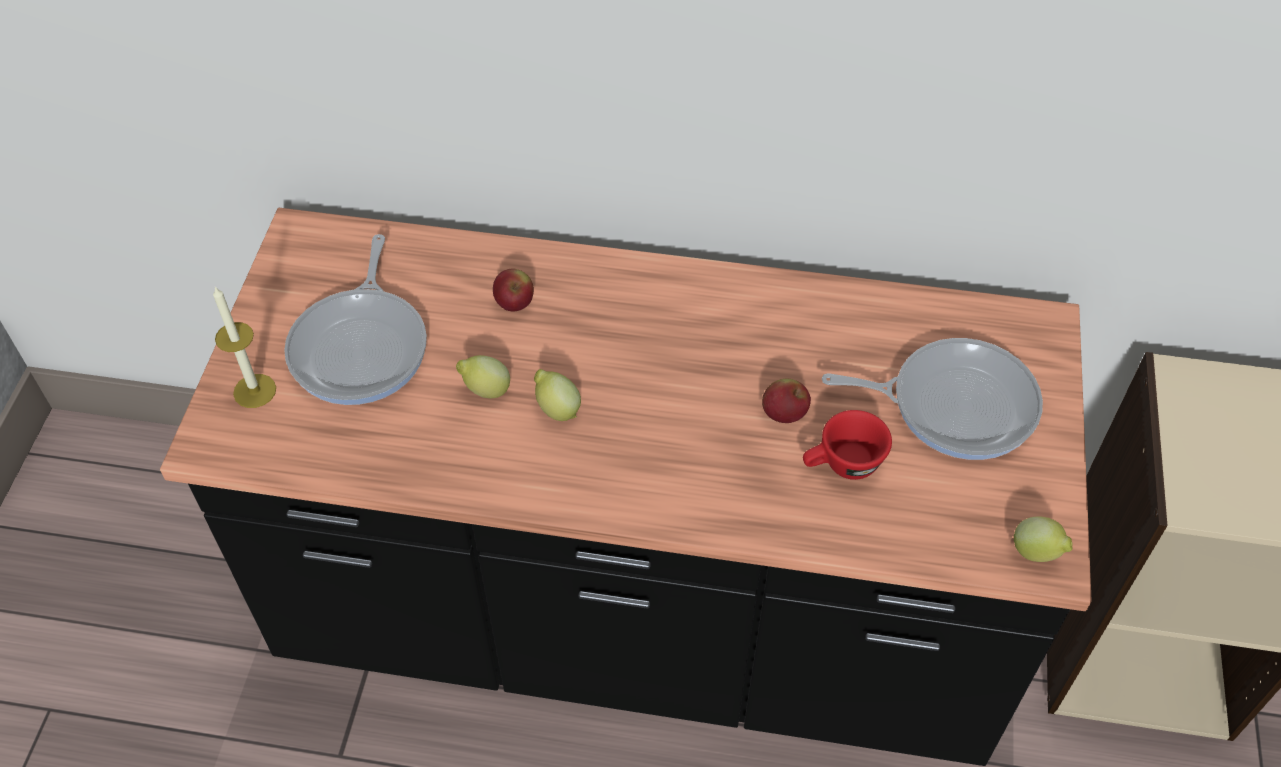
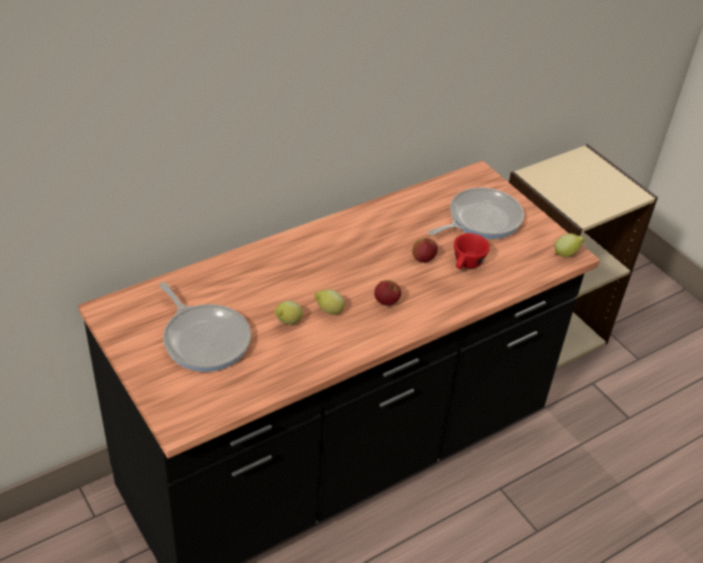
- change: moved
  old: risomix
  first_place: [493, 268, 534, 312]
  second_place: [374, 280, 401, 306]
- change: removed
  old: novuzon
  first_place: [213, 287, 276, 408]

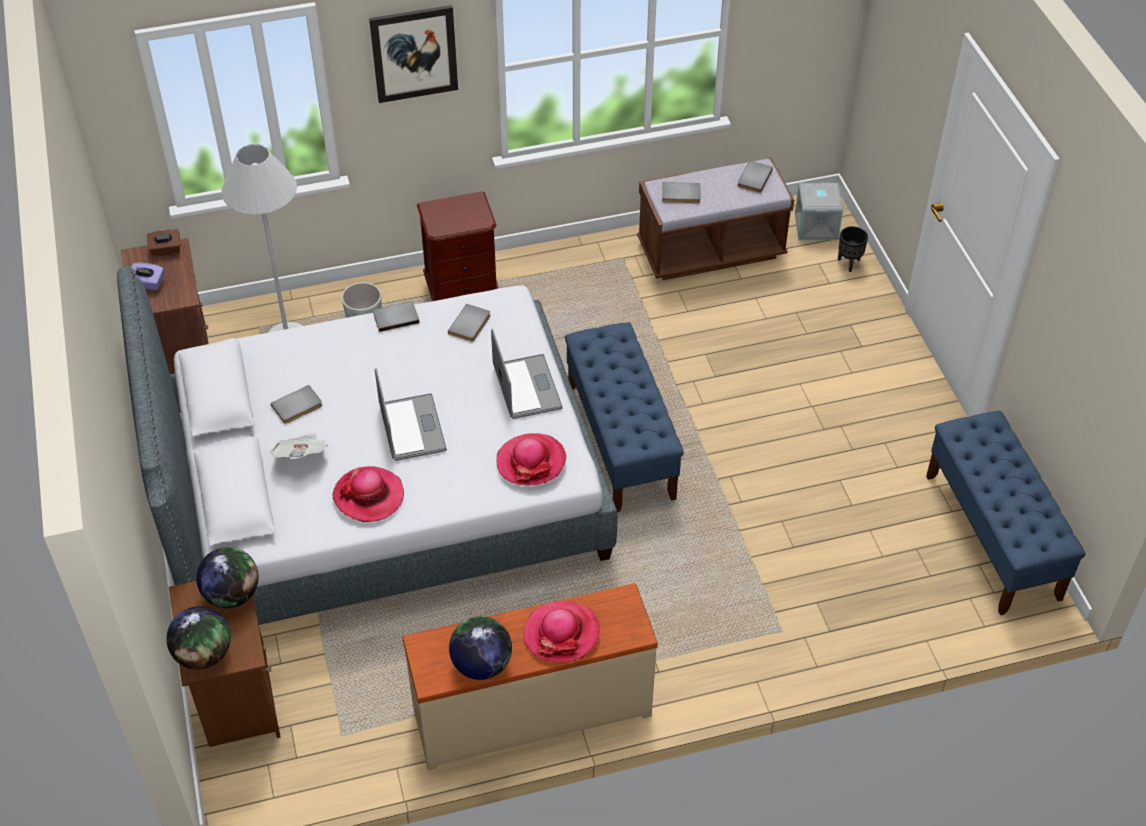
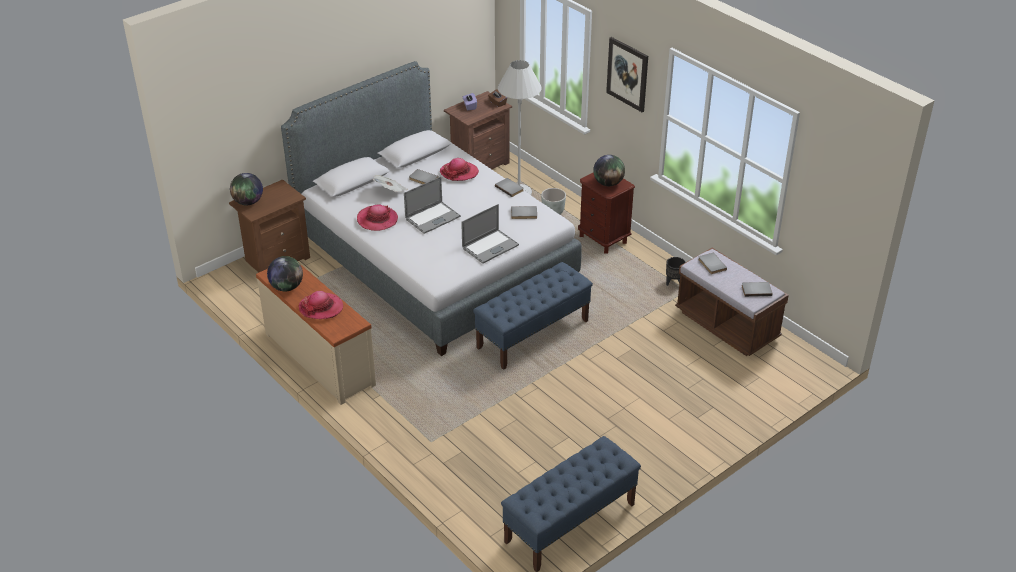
- change: moved
  old: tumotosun
  first_place: [497, 433, 566, 486]
  second_place: [440, 158, 479, 181]
- change: moved
  old: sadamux
  first_place: [196, 547, 259, 608]
  second_place: [593, 155, 625, 186]
- change: moved
  old: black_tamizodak
  first_place: [838, 226, 868, 272]
  second_place: [666, 257, 686, 286]
- change: removed
  old: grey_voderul
  first_place: [795, 181, 843, 240]

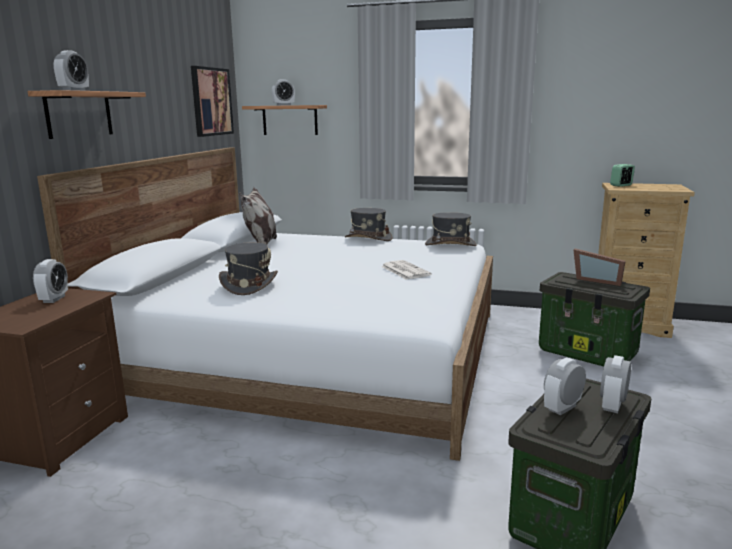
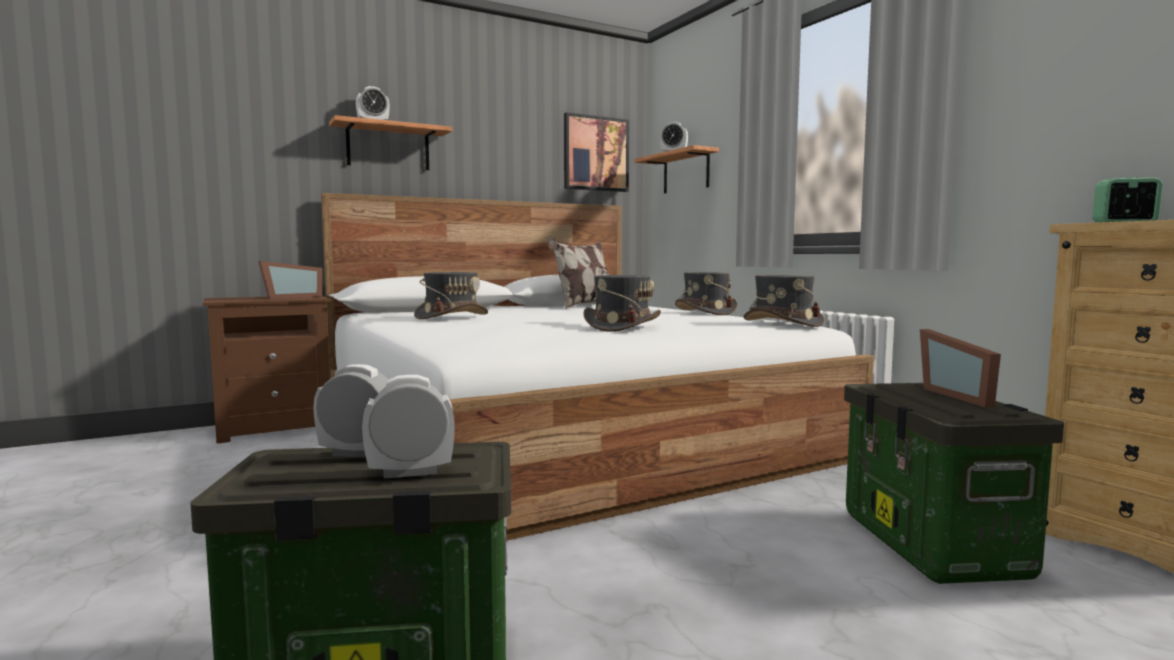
- change: replaced
  old: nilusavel
  new: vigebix
  first_place: [33, 259, 68, 303]
  second_place: [258, 261, 322, 299]
- change: replaced
  old: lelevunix
  new: grey_tumotosun
  first_place: [381, 260, 432, 280]
  second_place: [583, 275, 661, 332]

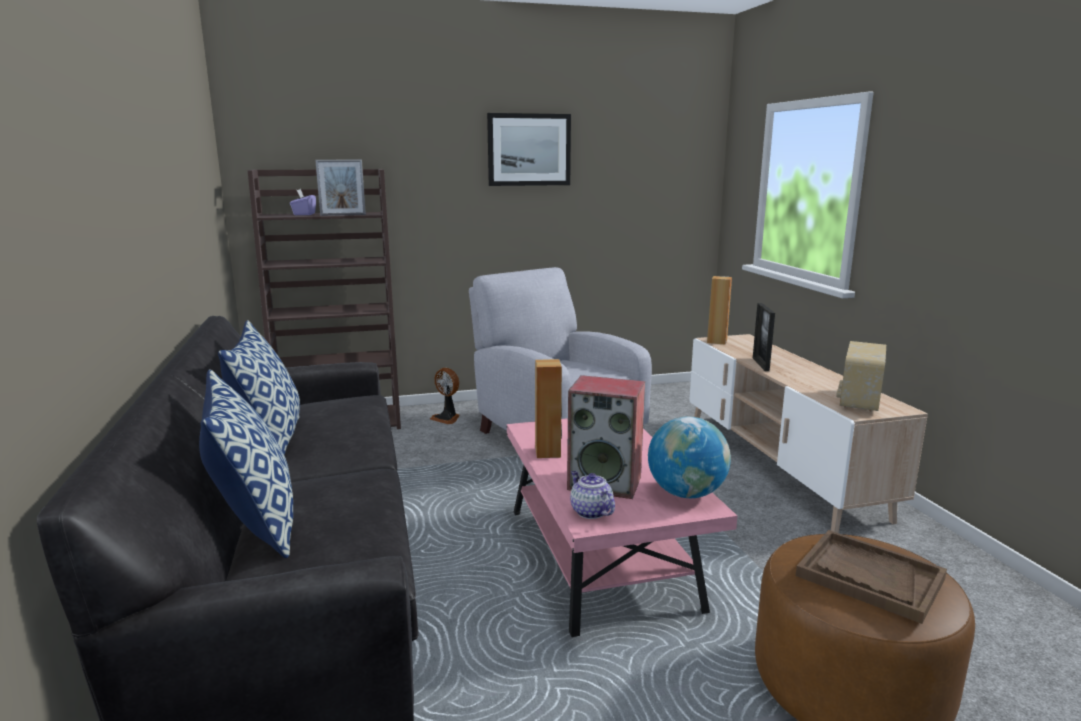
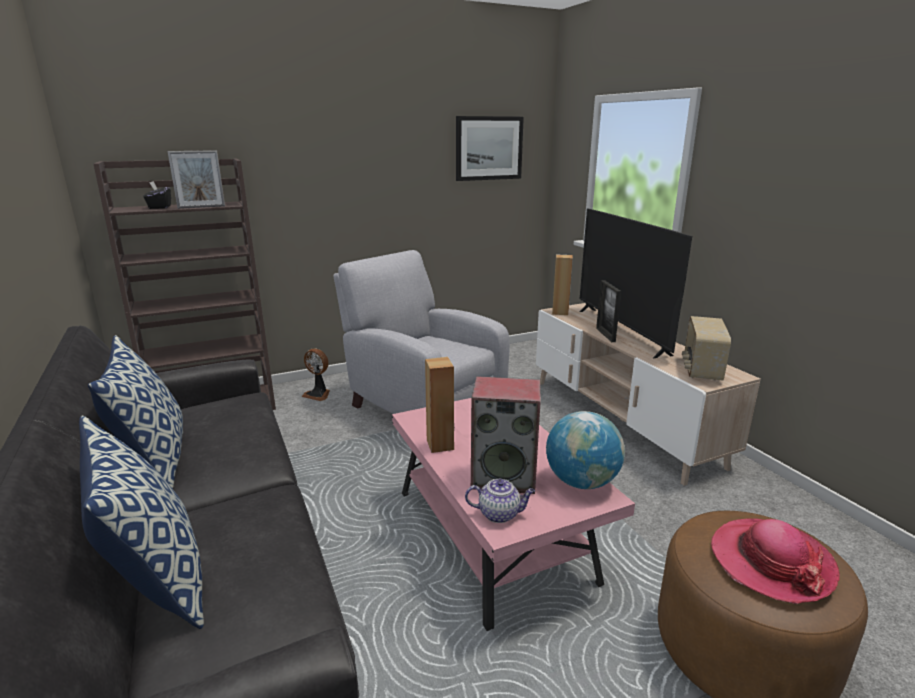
- change: recoloured
  old: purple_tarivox
  new: black_tarivox
  first_place: [290, 189, 316, 215]
  second_place: [143, 181, 171, 209]
- change: moved
  old: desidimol
  first_place: [487, 113, 571, 186]
  second_place: [456, 116, 524, 181]
- change: turned
  old: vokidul
  first_place: [570, 471, 615, 519]
  second_place: [465, 479, 535, 523]
  degrees: 135
- change: added
  new: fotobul
  second_place: [579, 208, 692, 358]
- change: replaced
  old: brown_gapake
  new: tumotosun
  first_place: [795, 530, 947, 624]
  second_place: [711, 518, 840, 604]

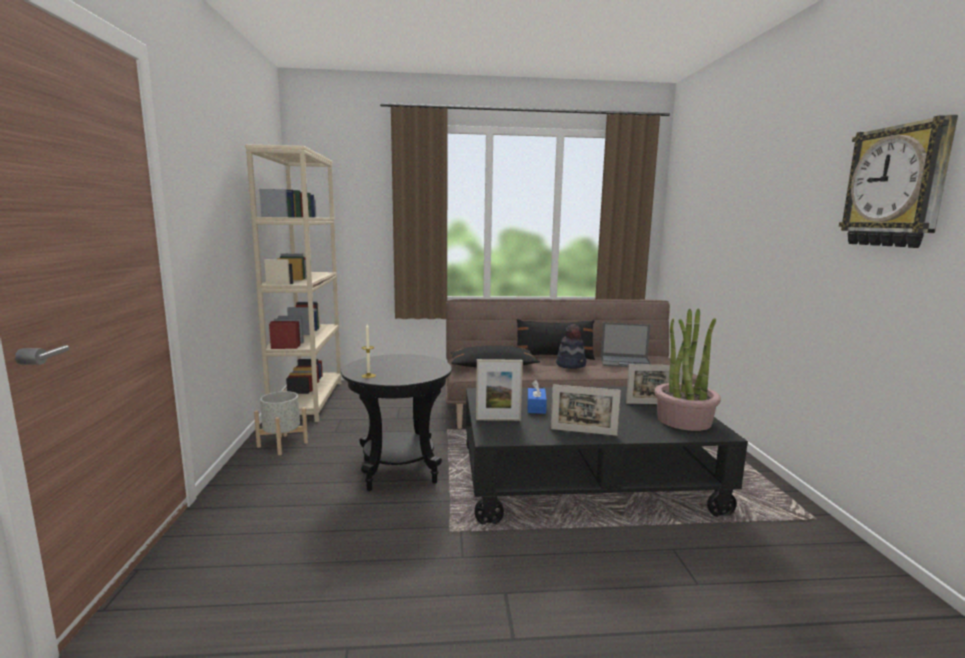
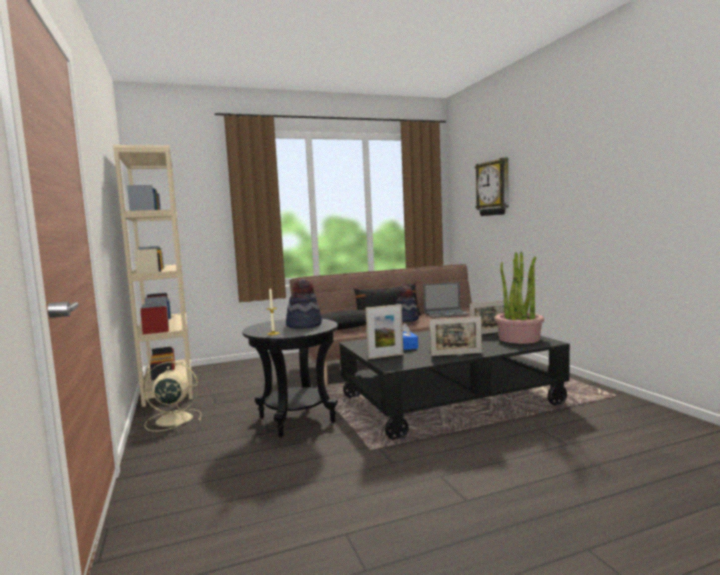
- change: replaced
  old: grey_tamizodak
  new: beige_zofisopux
  first_place: [254, 391, 308, 455]
  second_place: [143, 361, 201, 431]
- change: added
  new: tumotosun
  second_place: [286, 279, 322, 329]
- change: moved
  old: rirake
  first_place: [839, 115, 958, 248]
  second_place: [475, 157, 509, 216]

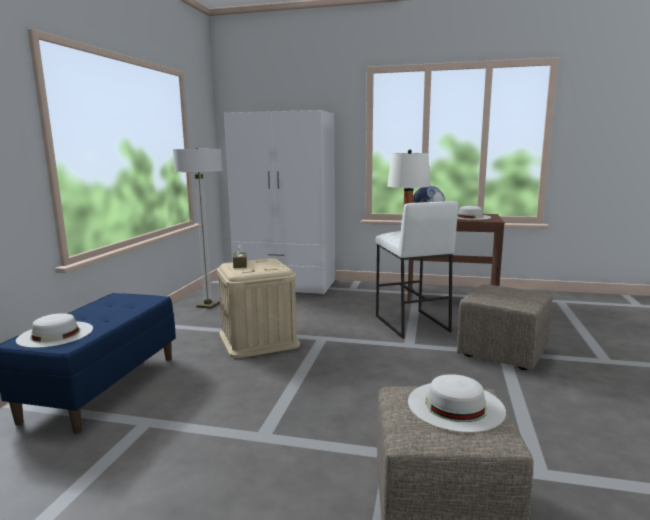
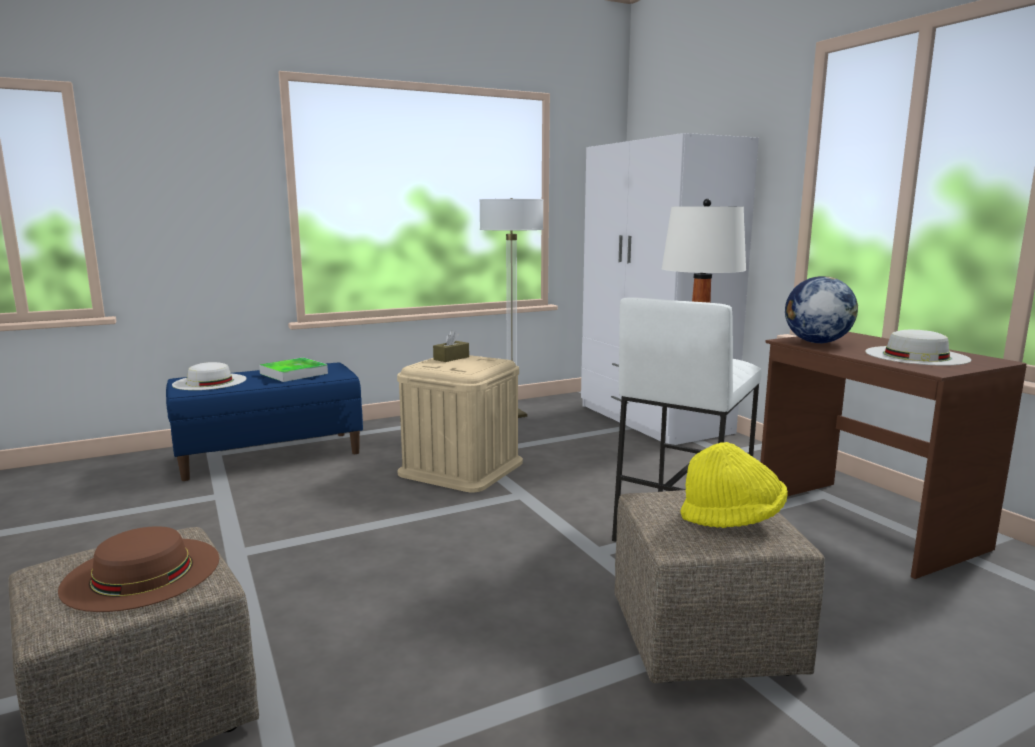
- change: recoloured
  old: white_tumotosun
  new: brown_tumotosun
  first_place: [408, 374, 506, 433]
  second_place: [58, 526, 219, 612]
- change: added
  new: gapake
  second_place: [259, 358, 328, 382]
- change: added
  new: yellow_tumotosun
  second_place: [680, 442, 788, 528]

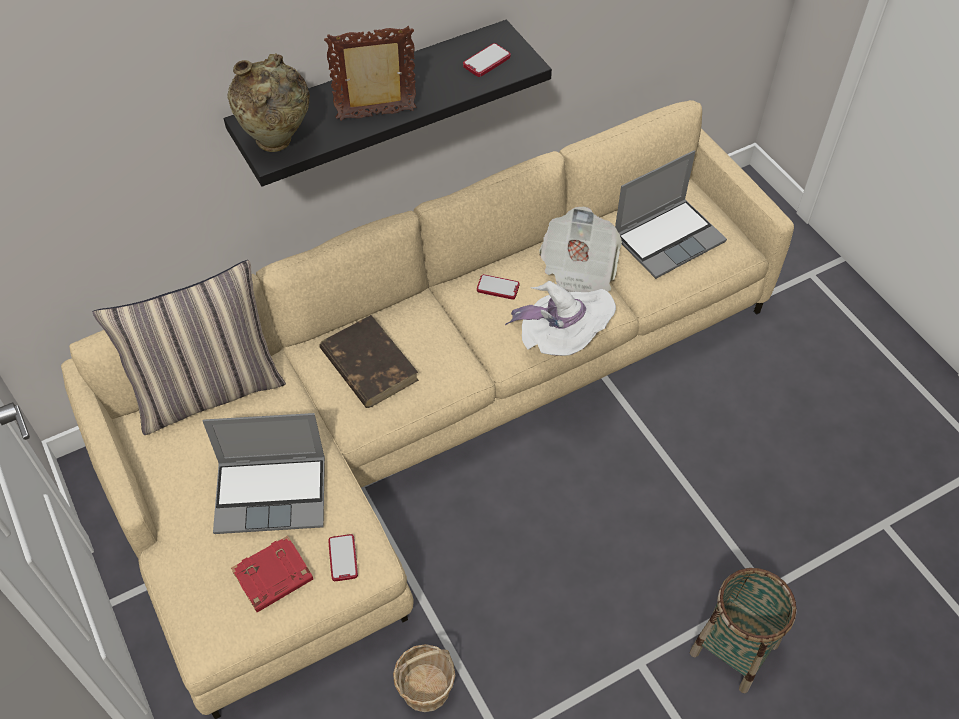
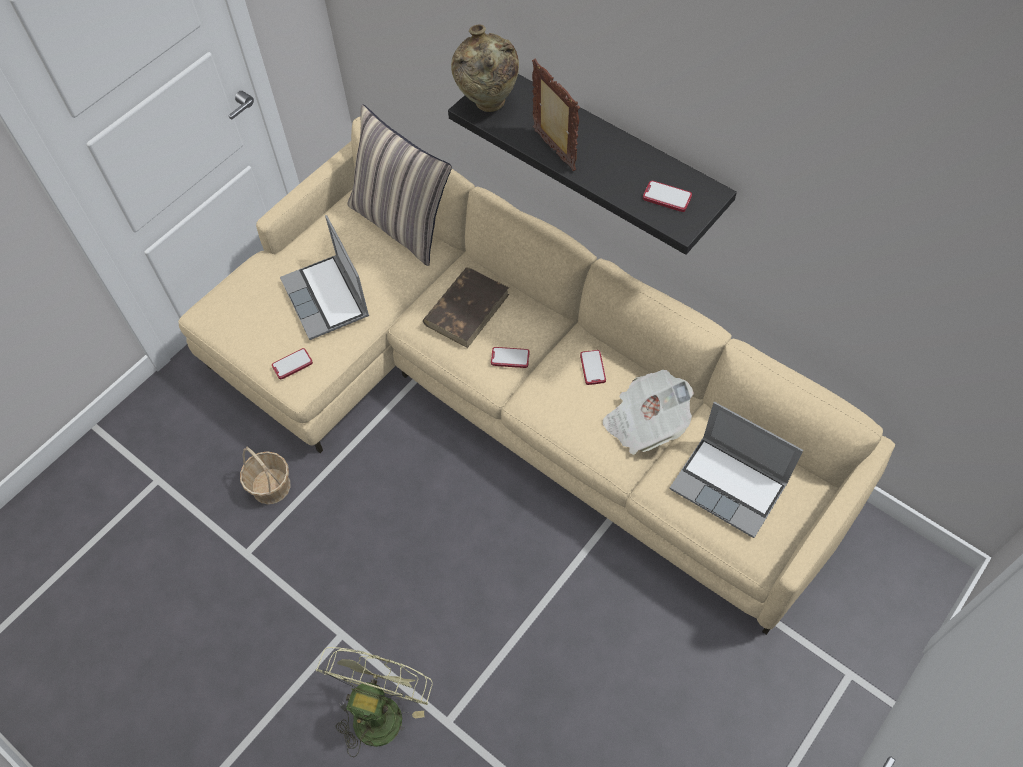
- change: replaced
  old: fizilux
  new: green_zofisopux
  first_place: [690, 568, 797, 694]
  second_place: [315, 647, 433, 757]
- change: added
  new: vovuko
  second_place: [491, 347, 529, 368]
- change: removed
  old: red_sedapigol
  first_place: [231, 535, 313, 612]
- change: removed
  old: white_tumotosun
  first_place: [505, 281, 616, 356]

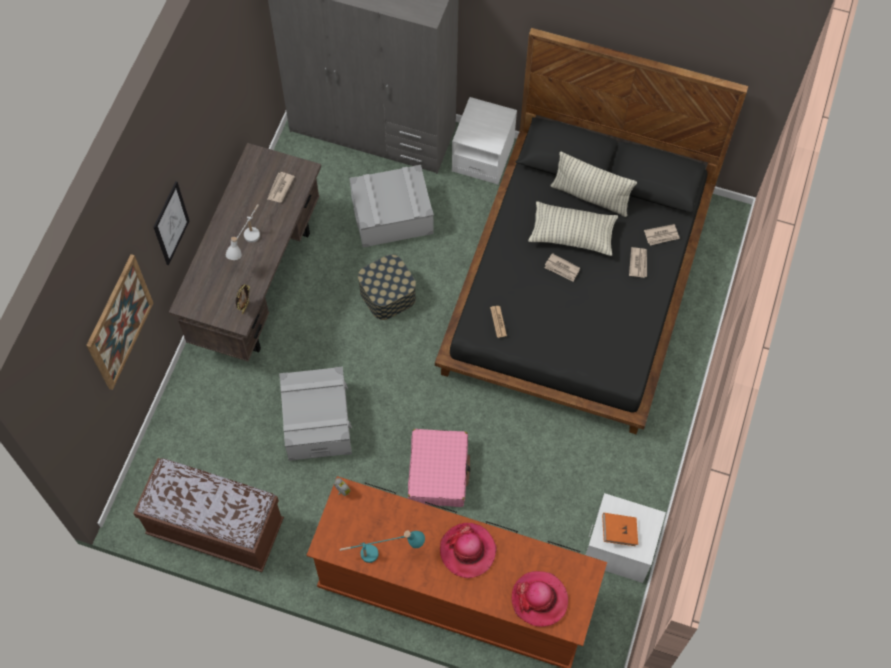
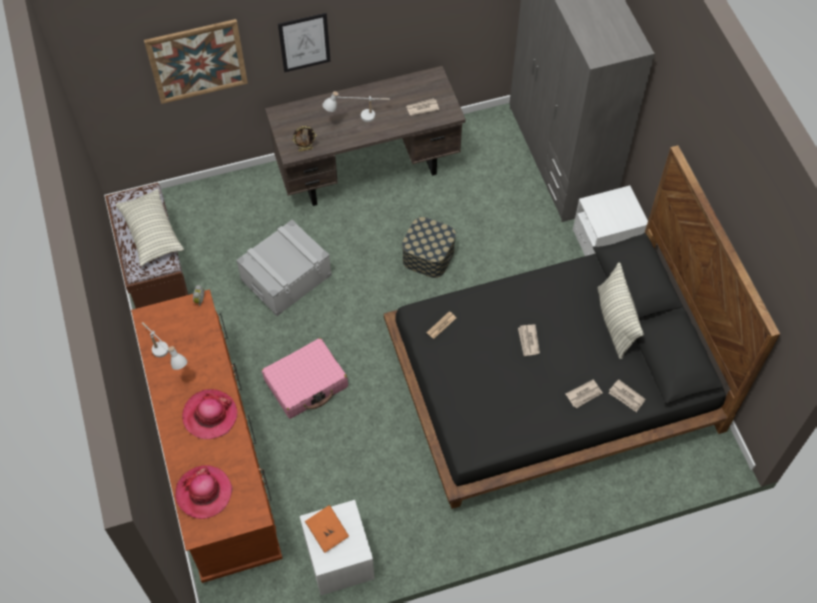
- change: moved
  old: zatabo
  first_place: [528, 201, 618, 256]
  second_place: [116, 189, 184, 267]
- change: recoloured
  old: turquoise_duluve
  new: white_duluve
  first_place: [340, 530, 425, 563]
  second_place: [142, 322, 187, 370]
- change: removed
  old: grey_voderul
  first_place: [349, 165, 434, 248]

